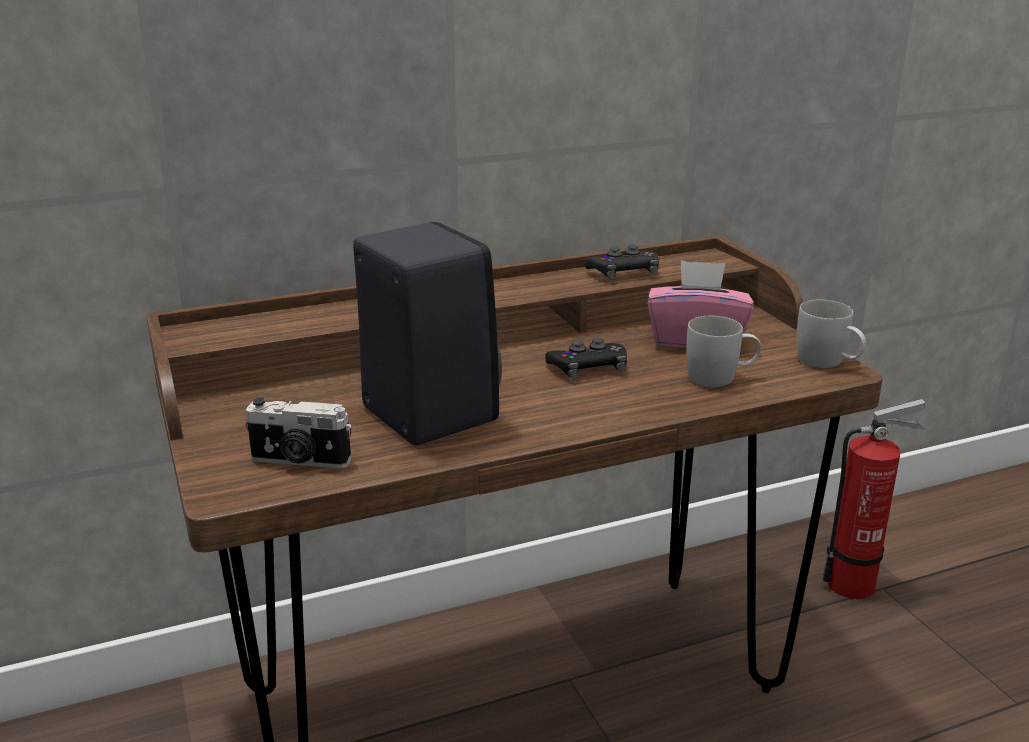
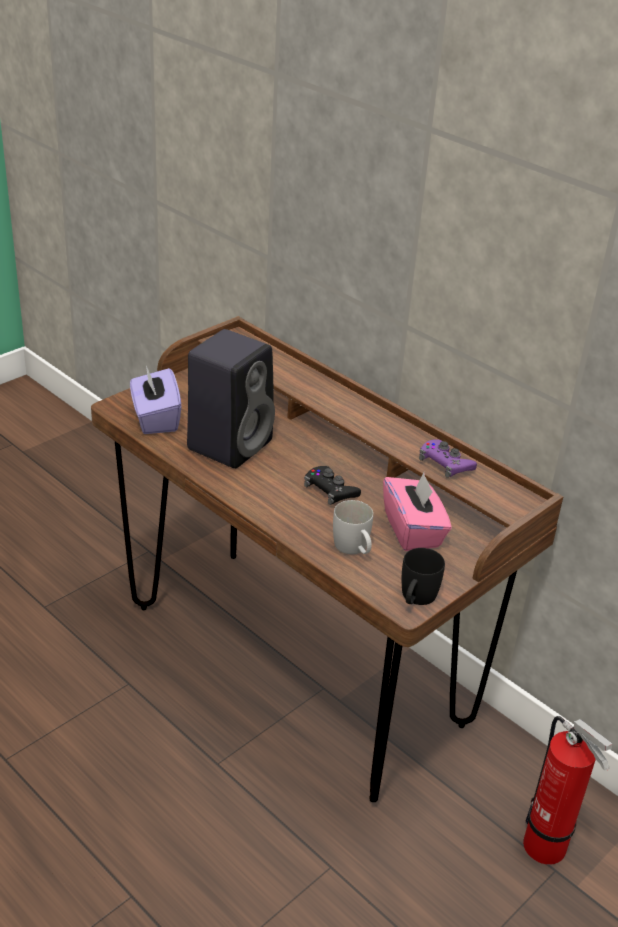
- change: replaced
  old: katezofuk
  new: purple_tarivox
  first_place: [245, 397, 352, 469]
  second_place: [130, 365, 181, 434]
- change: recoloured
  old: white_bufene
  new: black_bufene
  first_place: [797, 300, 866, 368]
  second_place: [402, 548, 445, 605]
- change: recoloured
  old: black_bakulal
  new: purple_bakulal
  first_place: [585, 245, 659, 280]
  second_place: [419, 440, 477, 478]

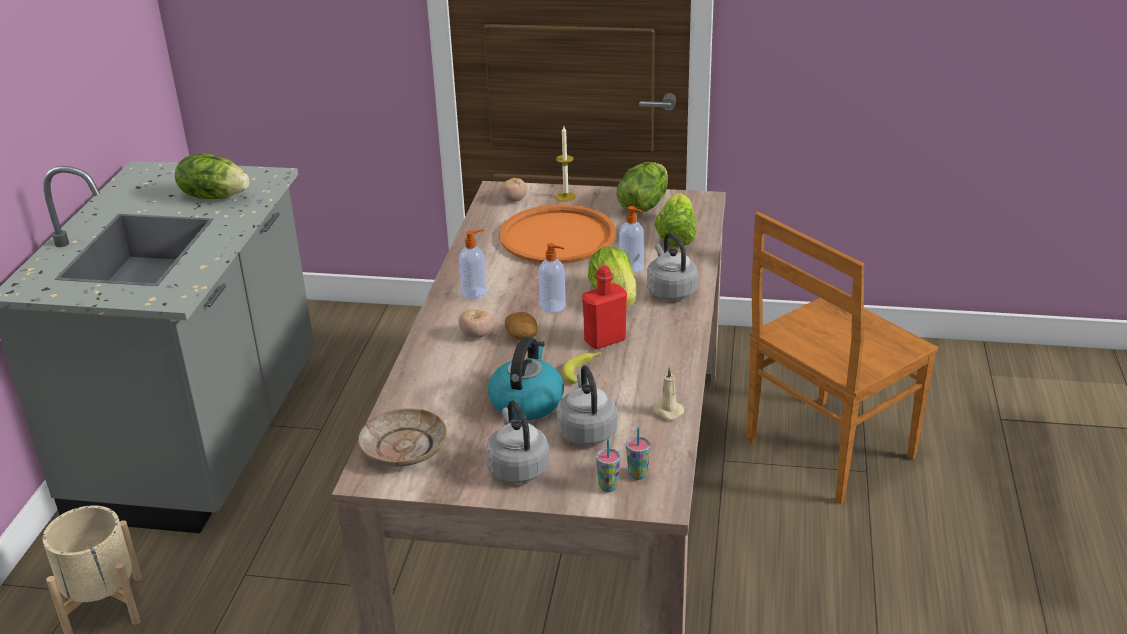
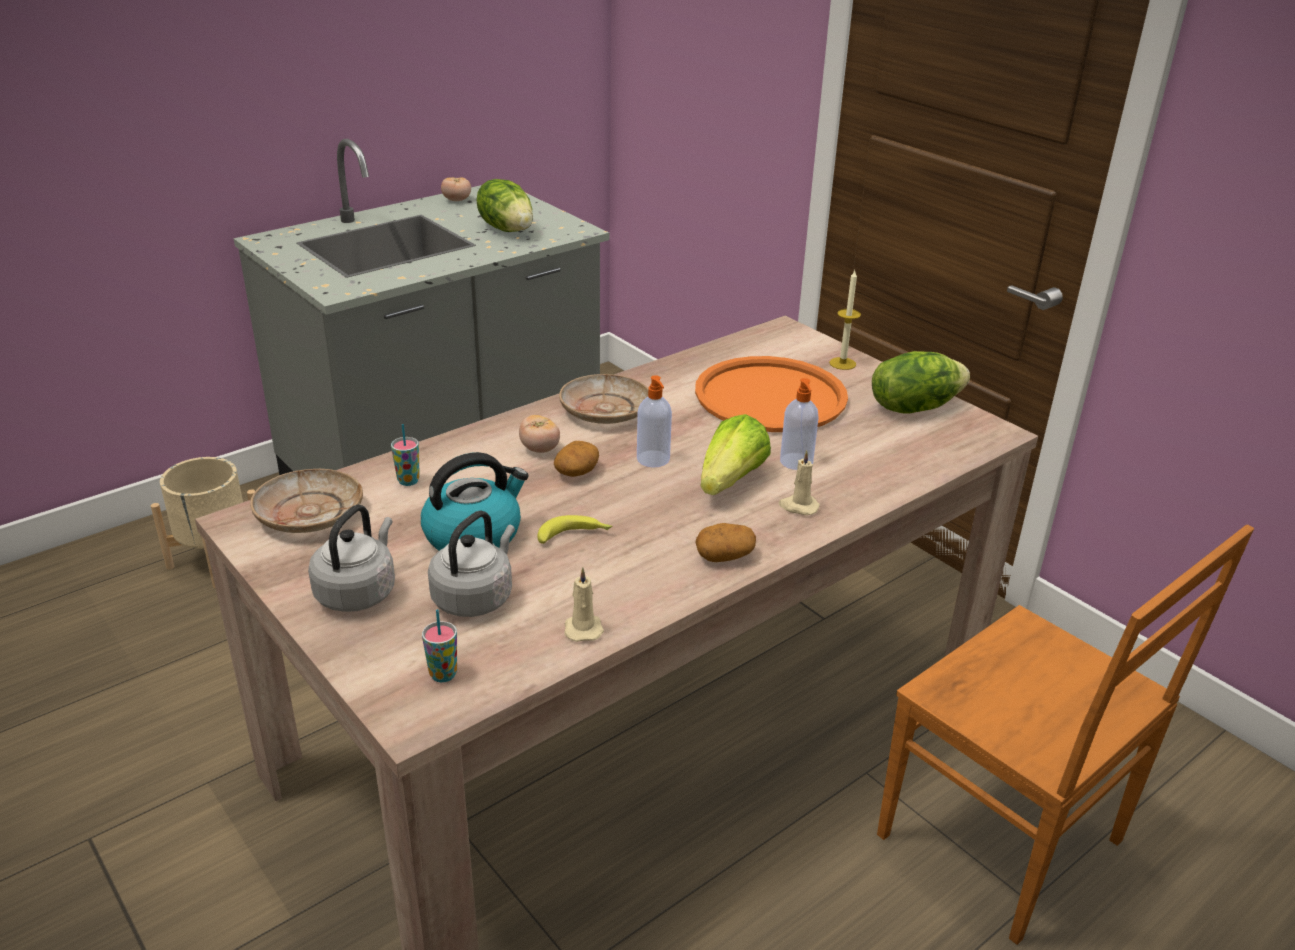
- change: moved
  old: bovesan
  first_place: [596, 439, 621, 492]
  second_place: [391, 424, 420, 486]
- change: moved
  old: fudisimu
  first_place: [501, 178, 527, 202]
  second_place: [441, 177, 471, 201]
- change: replaced
  old: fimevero
  new: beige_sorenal
  first_place: [459, 229, 487, 299]
  second_place: [559, 374, 648, 424]
- change: added
  new: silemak
  second_place: [695, 523, 756, 562]
- change: replaced
  old: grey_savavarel
  new: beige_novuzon
  first_place: [647, 233, 698, 301]
  second_place: [779, 450, 820, 515]
- change: turned
  old: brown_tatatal
  first_place: [747, 212, 938, 504]
  second_place: [877, 525, 1254, 945]
  degrees: -135
- change: removed
  old: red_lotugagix
  first_place: [582, 265, 627, 349]
- change: removed
  old: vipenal
  first_place: [654, 193, 696, 247]

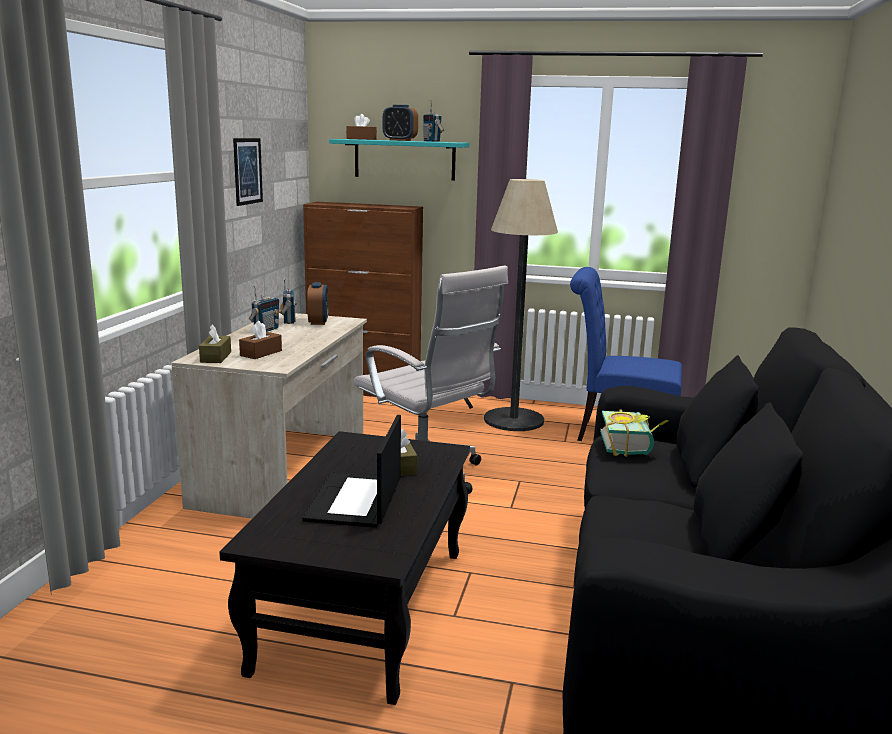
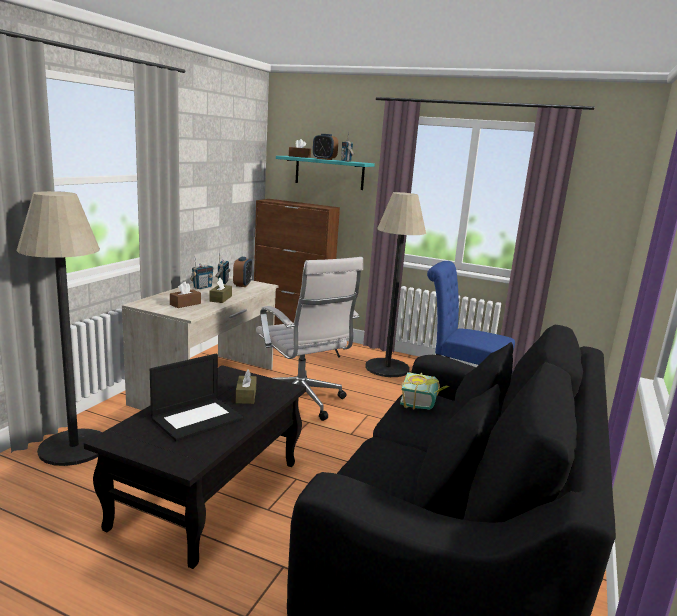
- change: added
  new: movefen
  second_place: [17, 191, 102, 466]
- change: turned
  old: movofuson
  first_place: [302, 415, 401, 528]
  second_place: [150, 354, 244, 441]
  degrees: -150
- change: moved
  old: brown_tarivox
  first_place: [199, 324, 231, 363]
  second_place: [210, 278, 232, 303]
- change: removed
  old: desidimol
  first_place: [233, 138, 263, 206]

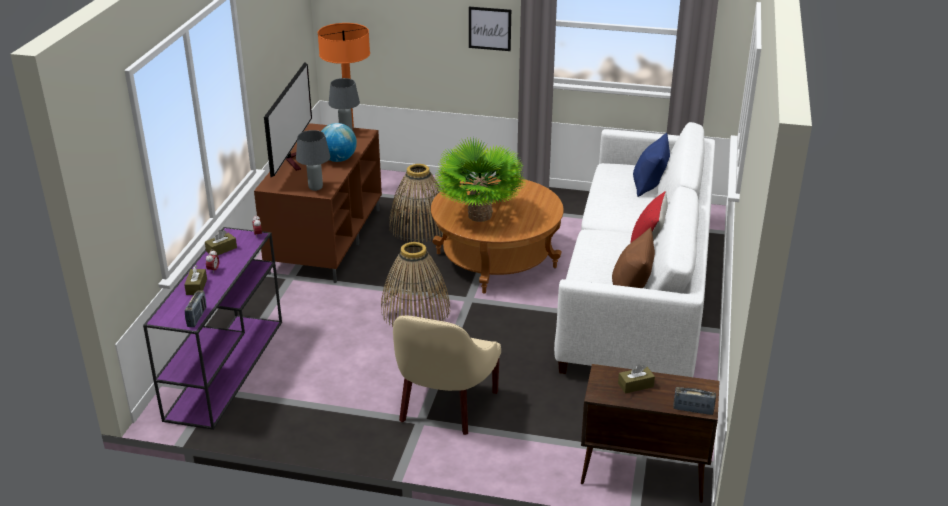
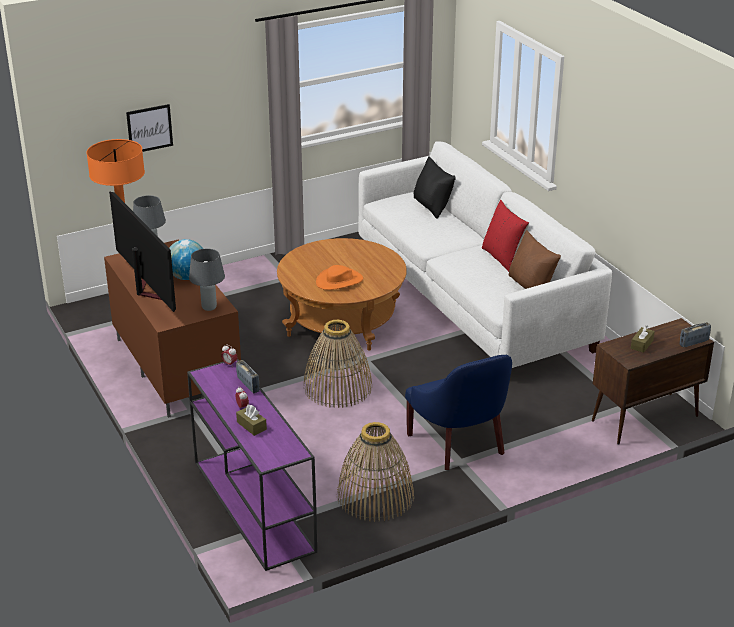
- change: moved
  old: desidimol
  first_place: [469, 7, 511, 51]
  second_place: [126, 104, 173, 152]
- change: moved
  old: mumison
  first_place: [184, 290, 207, 327]
  second_place: [236, 360, 260, 394]
- change: replaced
  old: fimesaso
  new: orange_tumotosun
  first_place: [434, 137, 526, 222]
  second_place: [316, 265, 363, 290]
- change: moved
  old: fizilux
  first_place: [389, 164, 443, 243]
  second_place: [337, 422, 414, 522]
- change: recoloured
  old: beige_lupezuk
  new: blue_lupezuk
  first_place: [393, 316, 501, 435]
  second_place: [405, 355, 512, 470]
- change: recoloured
  old: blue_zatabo
  new: black_zatabo
  first_place: [633, 133, 670, 197]
  second_place: [414, 156, 456, 219]
- change: removed
  old: brown_tarivox
  first_place: [205, 230, 237, 256]

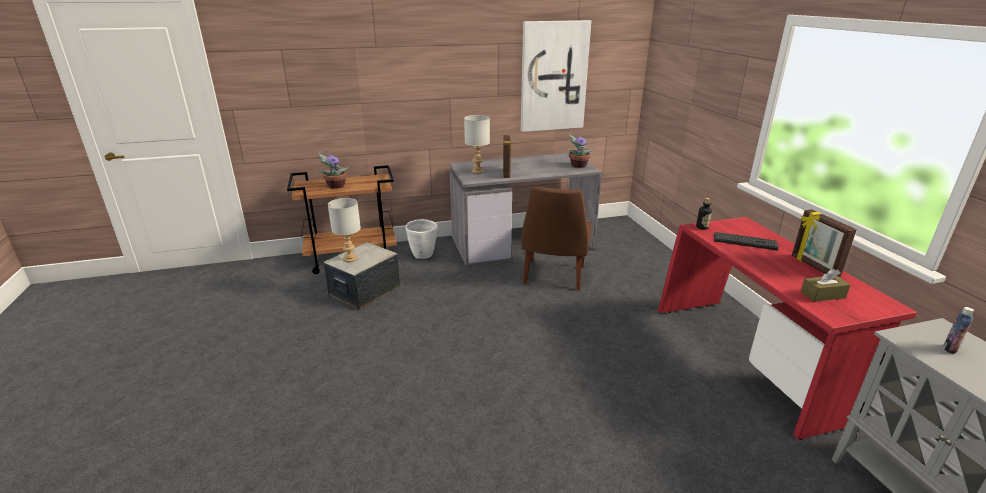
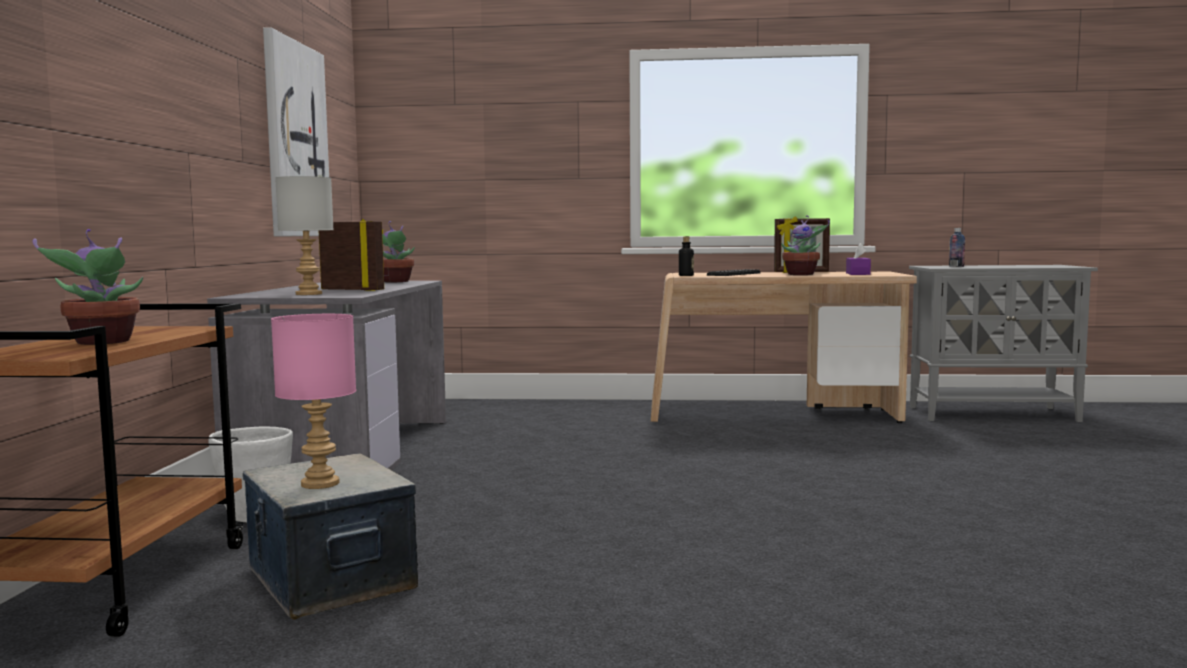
- change: recoloured
  old: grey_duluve
  new: pink_duluve
  first_place: [328, 198, 361, 262]
  second_place: [271, 314, 356, 489]
- change: recoloured
  old: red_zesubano
  new: beige_zesubano
  first_place: [658, 217, 917, 440]
  second_place: [651, 272, 917, 423]
- change: added
  new: fimesaso
  second_place: [781, 215, 830, 275]
- change: recoloured
  old: brown_tarivox
  new: purple_tarivox
  first_place: [800, 269, 850, 302]
  second_place: [846, 243, 871, 275]
- change: removed
  old: brown_tatatal
  first_place: [522, 186, 592, 291]

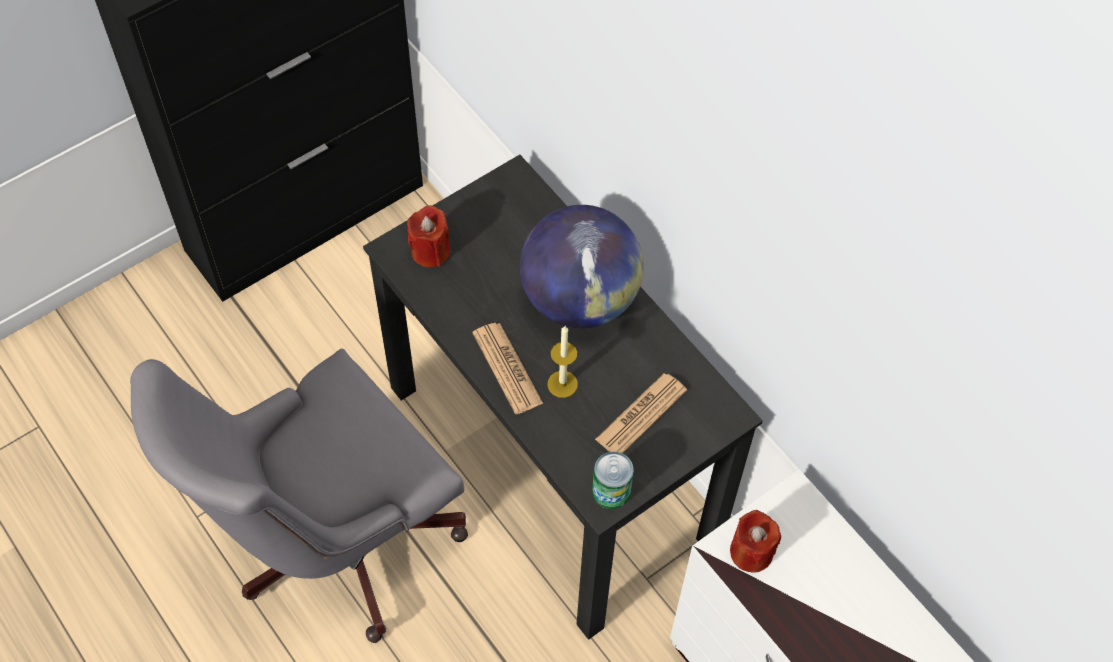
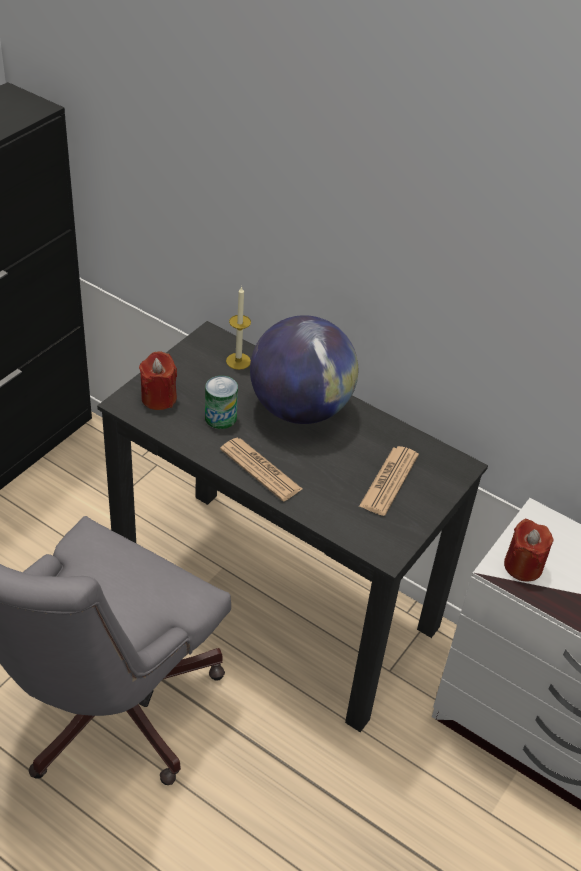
- change: moved
  old: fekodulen
  first_place: [592, 452, 634, 509]
  second_place: [205, 376, 238, 429]
- change: moved
  old: novuzon
  first_place: [547, 326, 578, 398]
  second_place: [226, 286, 251, 370]

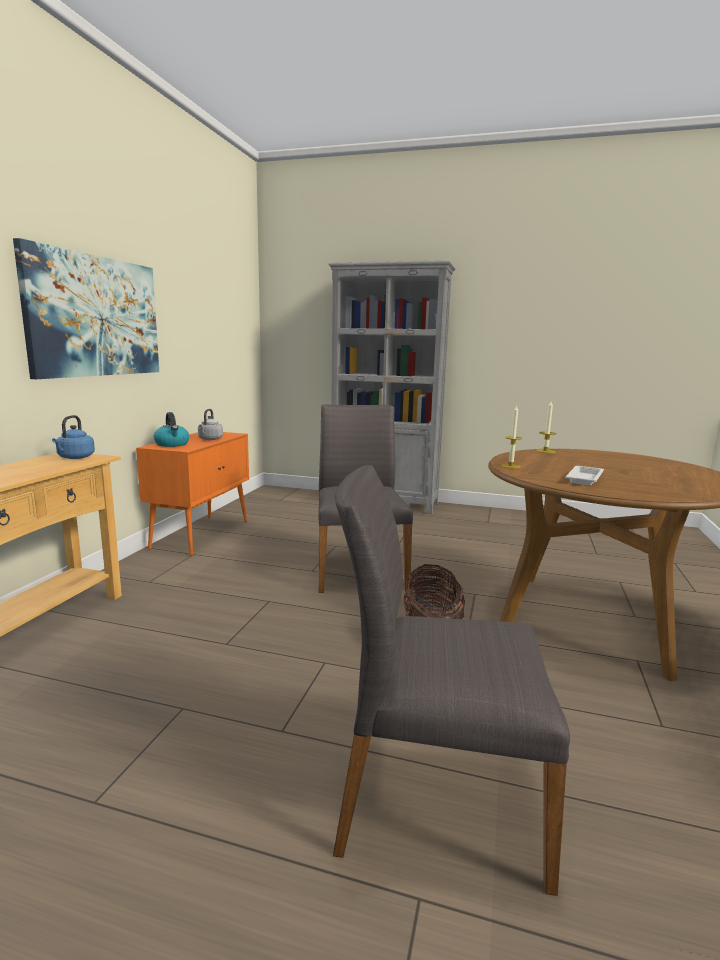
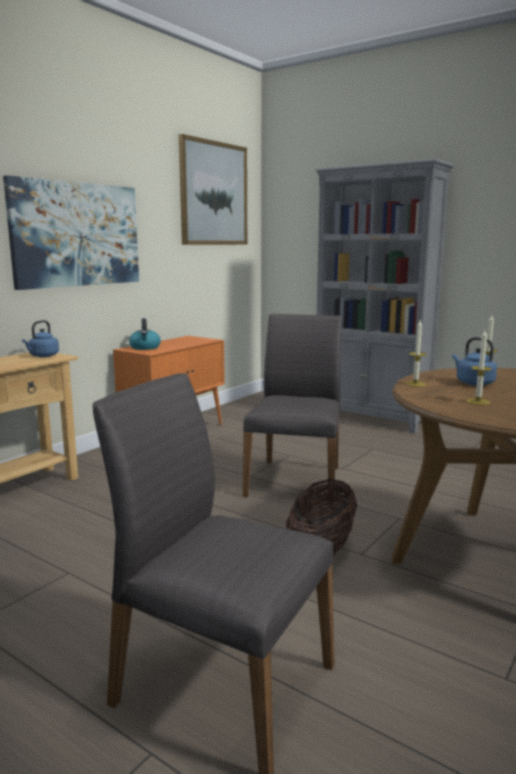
- change: added
  new: desidimol
  second_place: [179, 134, 247, 245]
- change: added
  new: blue_savavarel
  second_place: [452, 337, 497, 386]
- change: replaced
  old: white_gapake
  new: novuzon
  first_place: [565, 466, 604, 485]
  second_place: [466, 330, 492, 405]
- change: removed
  old: grey_savavarel
  first_place: [198, 409, 223, 440]

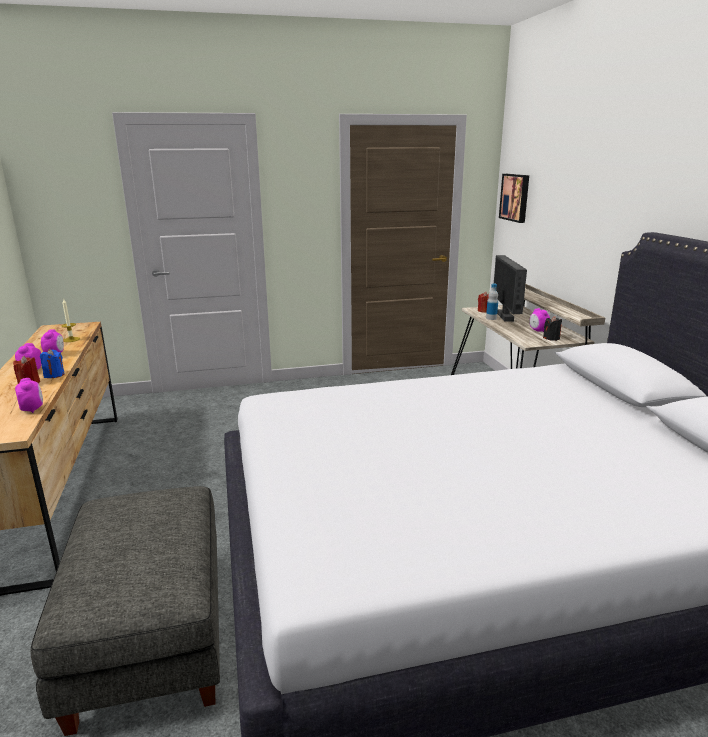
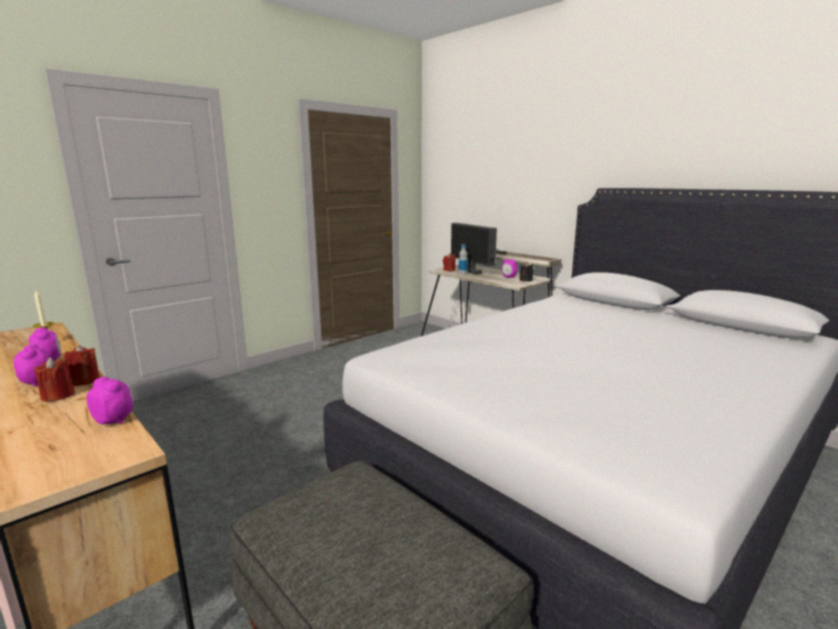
- change: recoloured
  old: blue_novuzon
  new: red_novuzon
  first_place: [40, 349, 65, 378]
  second_place: [63, 345, 100, 386]
- change: removed
  old: desidimol
  first_place: [499, 174, 529, 223]

